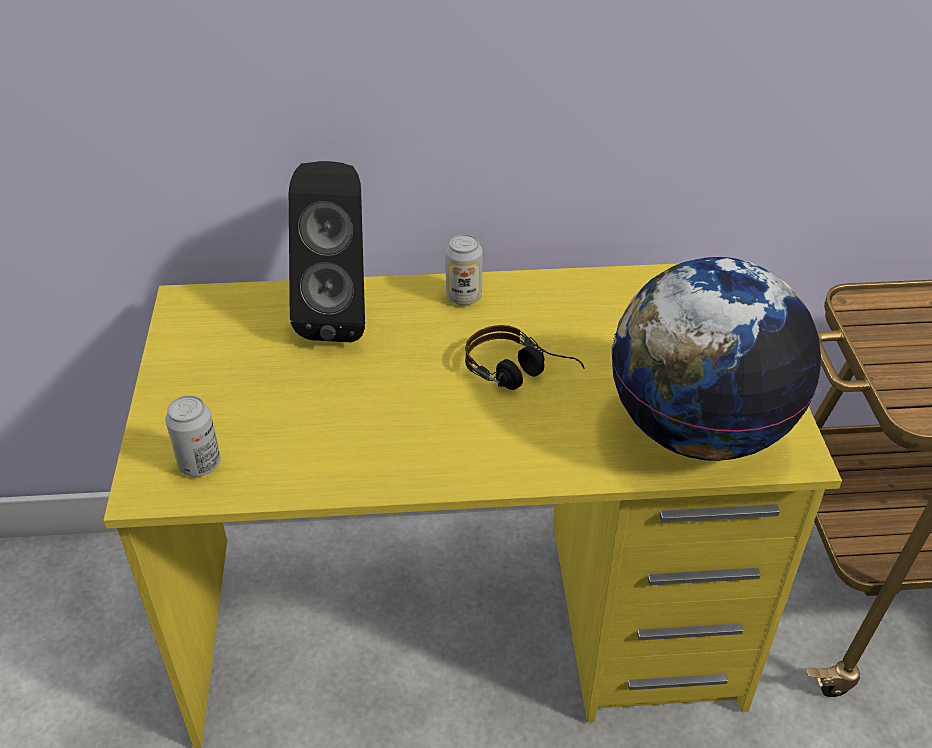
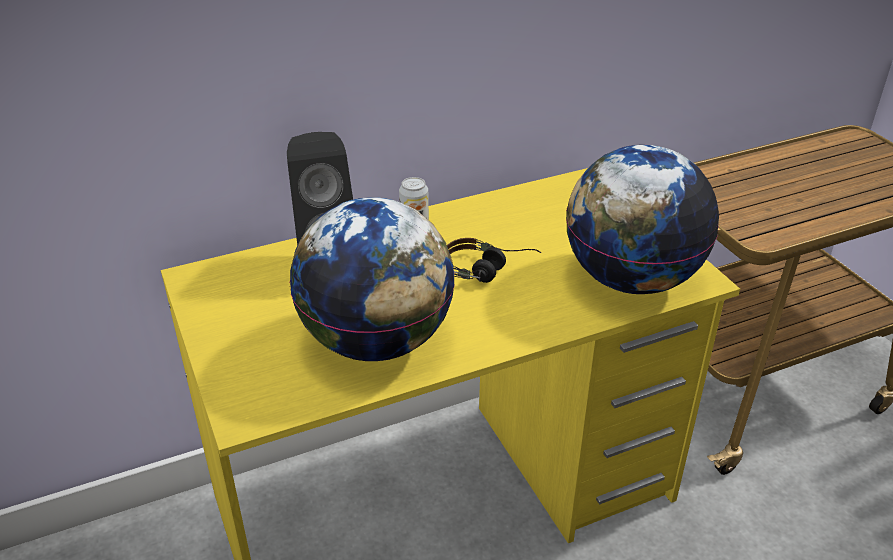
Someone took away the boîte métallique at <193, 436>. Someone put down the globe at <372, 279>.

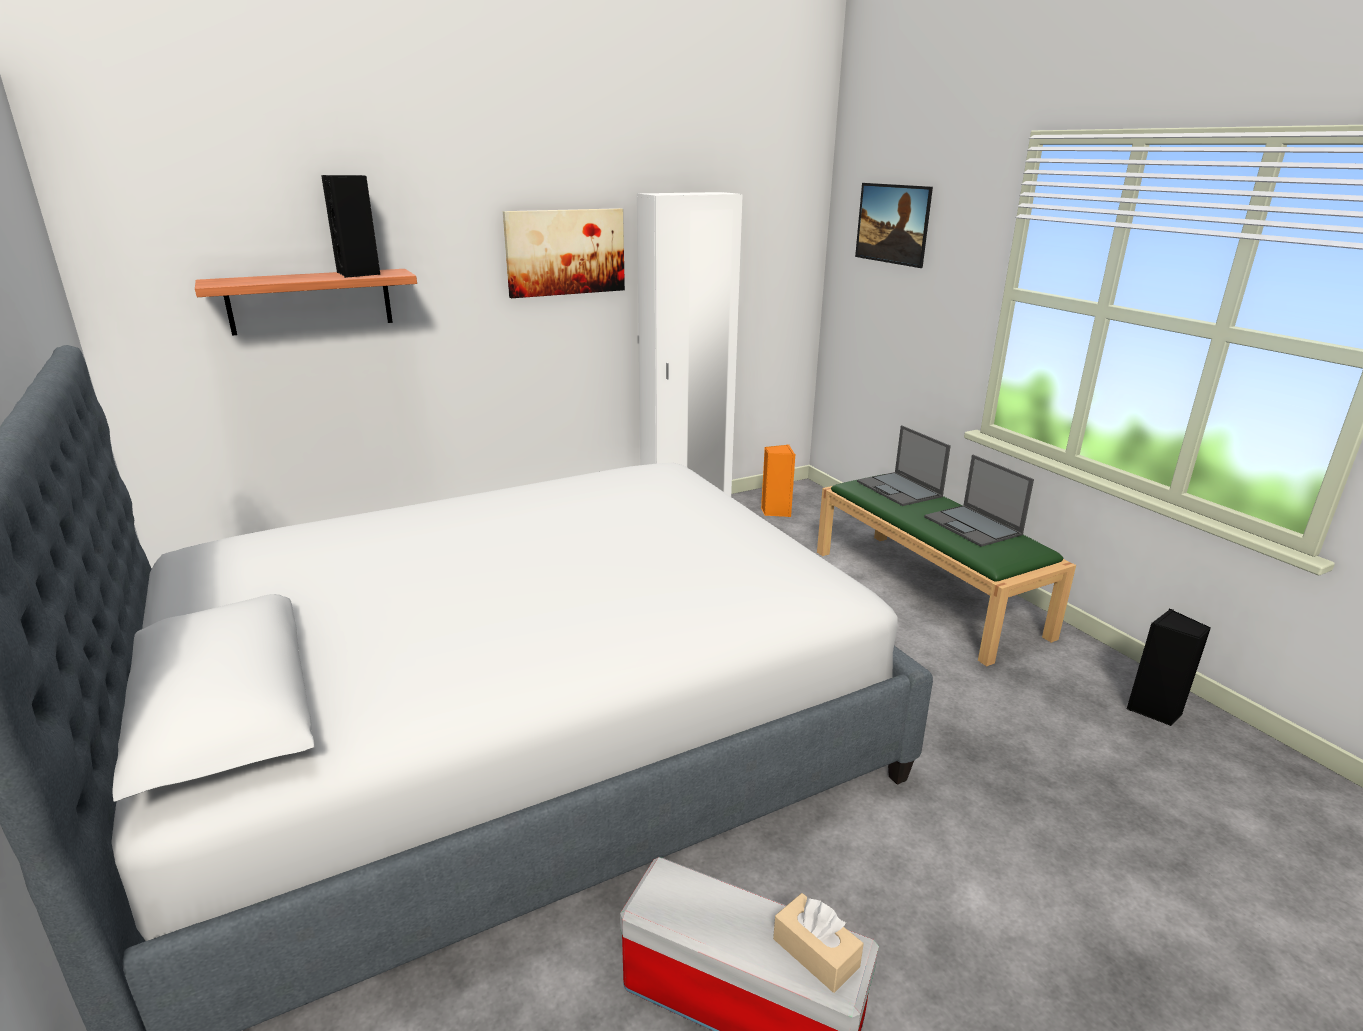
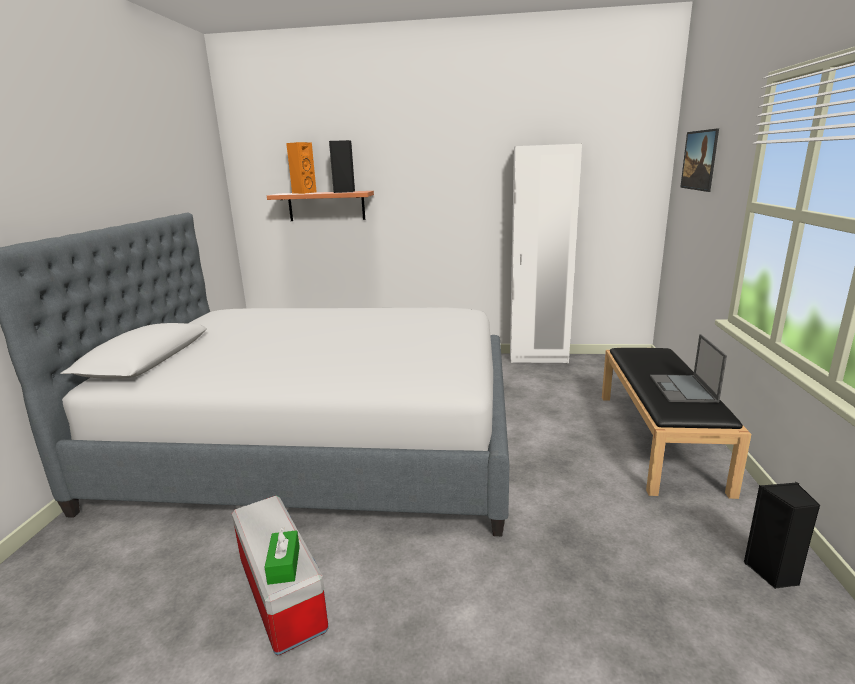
Someone took away the tableau at <564, 253>. Someone took away the ordinateur portable at <904, 465>. Someone carried the enceinte (orange) from <778, 481> to <301, 168>. Someone repainted the boîte à mouchoirs (beige) at <818, 943>, which became the boîte à mouchoirs (vert) at <282, 556>. Someone repainted the banc (vert) at <946, 570>, which became the banc (noir) at <676, 423>.

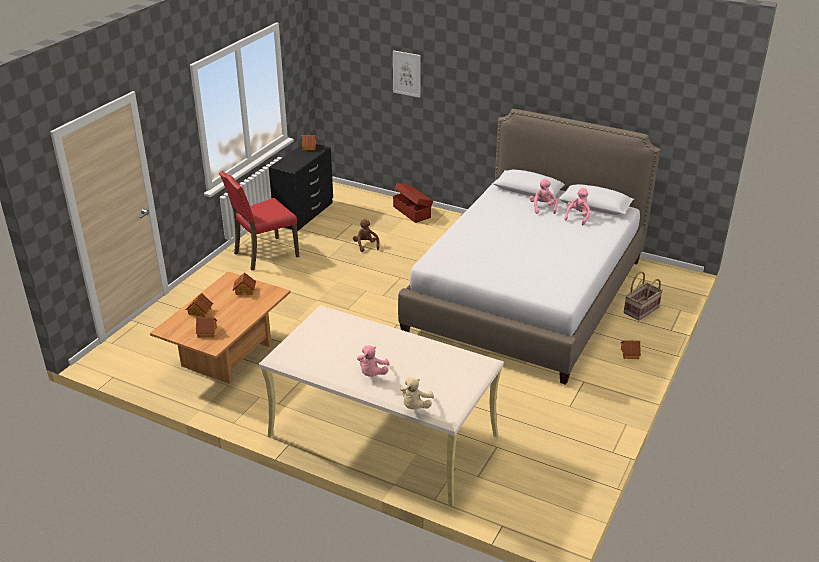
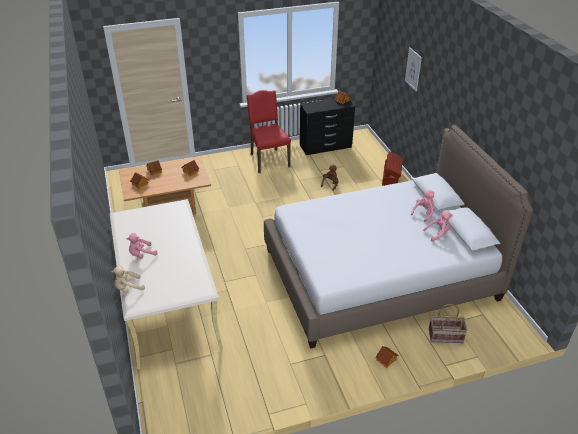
Someone rotated the chaise (rouge) at <259, 221> by 60 degrees clockwise.

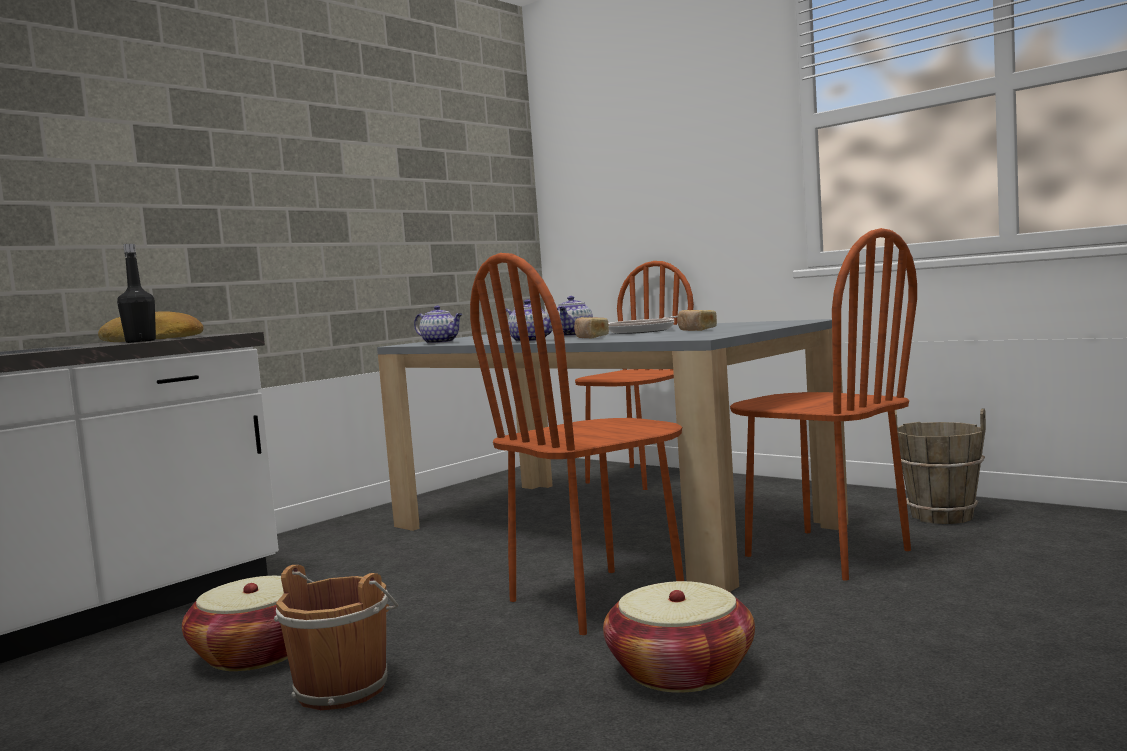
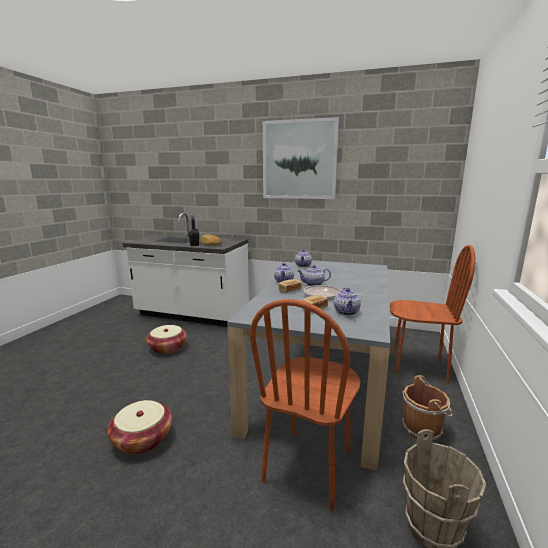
Someone took away the chaise (marron) at <577, 444>. Someone put up the tableau at <301, 158>. Someone put down the théière at <347, 302>. Someone carried the seau (marron) from <336, 637> to <427, 408>.

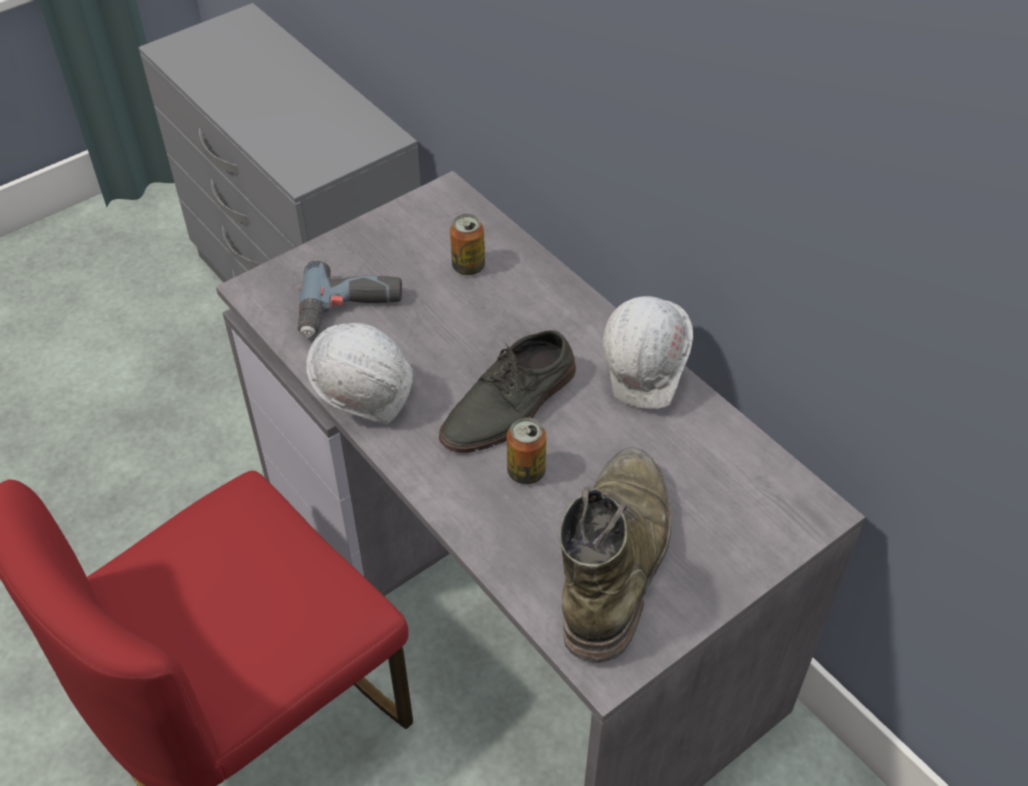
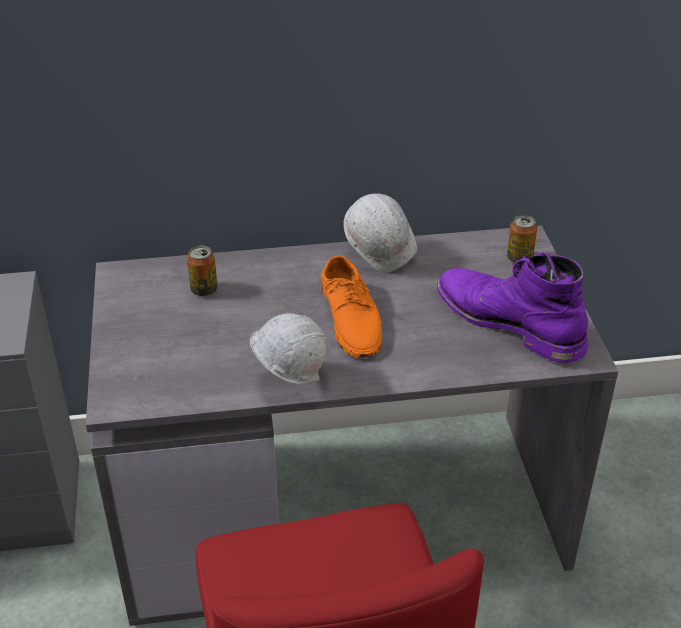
Someone took away the perceuse at <350, 299>. Someone carried the boîte métallique from <526, 450> to <522, 239>. Someone repainted the chaussure (gris) at <507, 391>, which became the chaussure (orange) at <351, 306>. Someone repainted the botte (vert) at <615, 555>, which became the botte (violet) at <512, 307>.

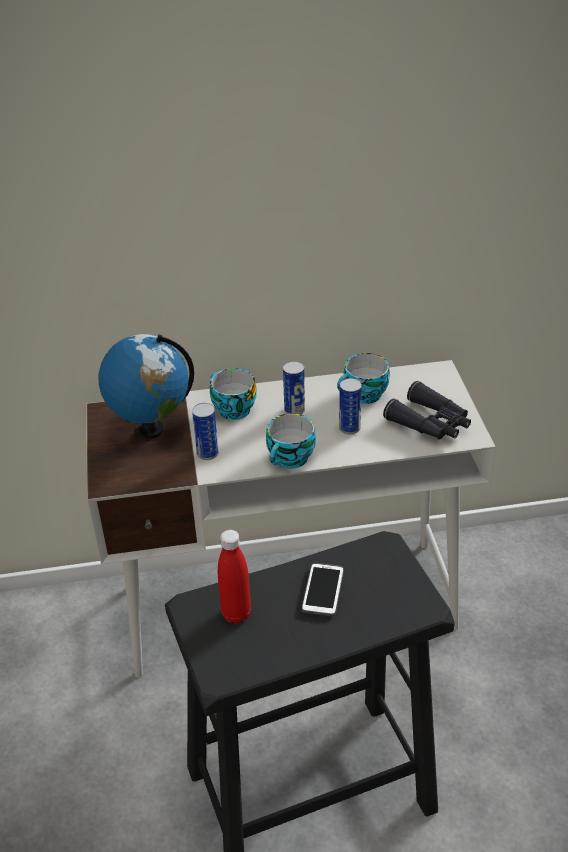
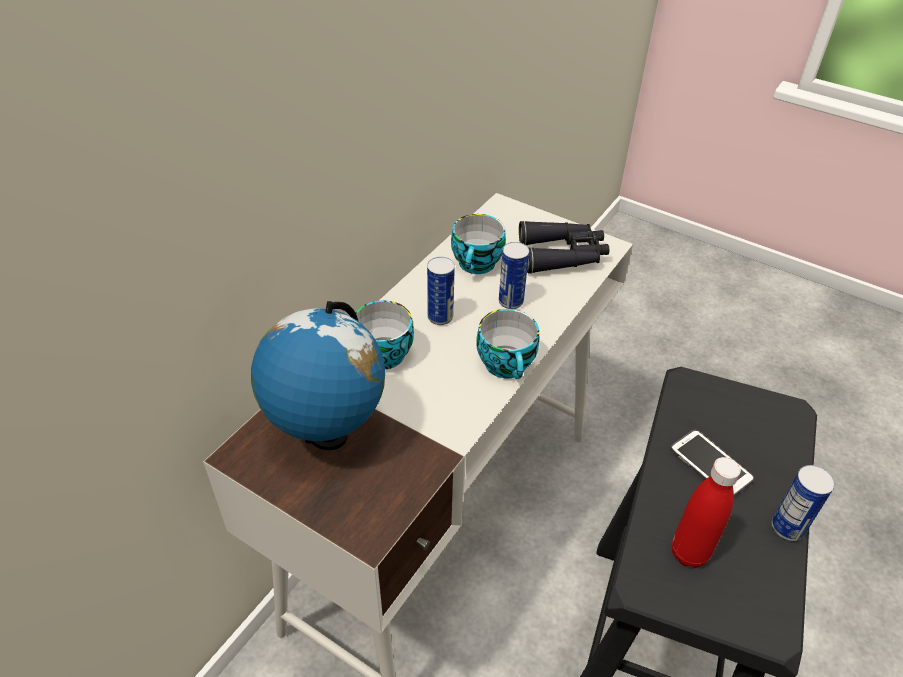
Someone carried the boîte métallique from <205, 431> to <803, 503>.

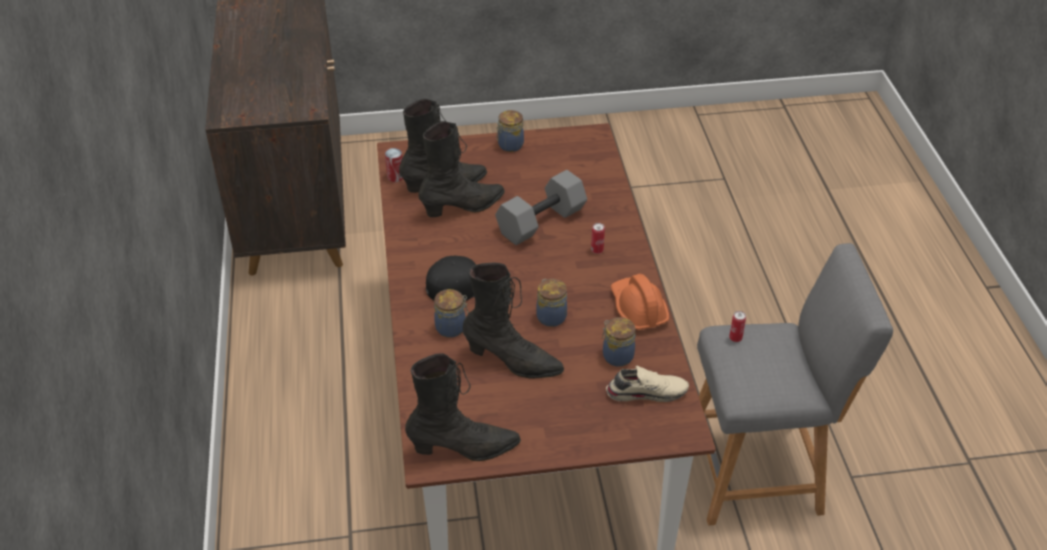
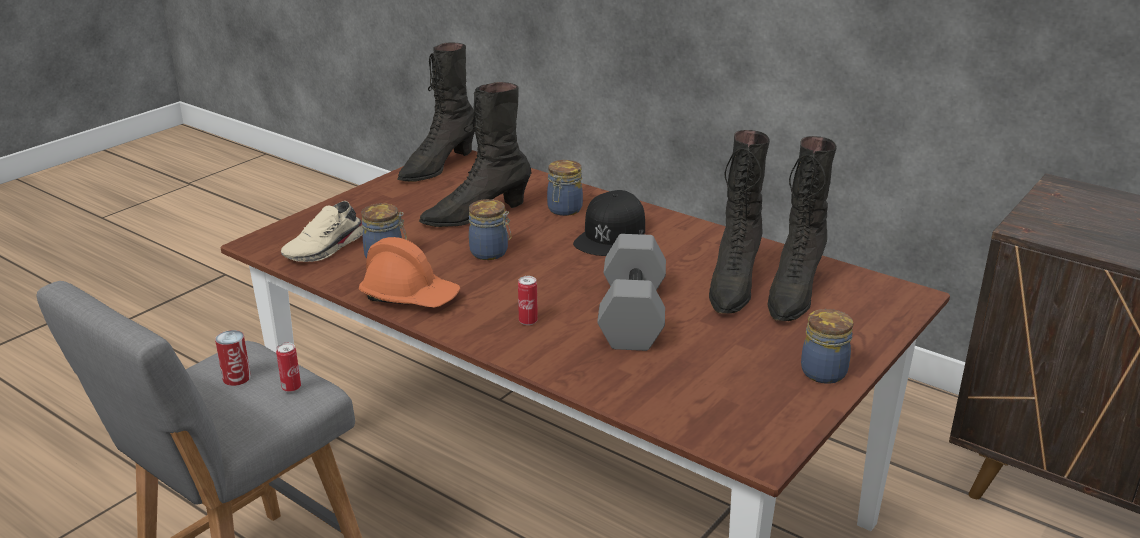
Someone carried the boîte métallique from <394, 165> to <233, 358>.

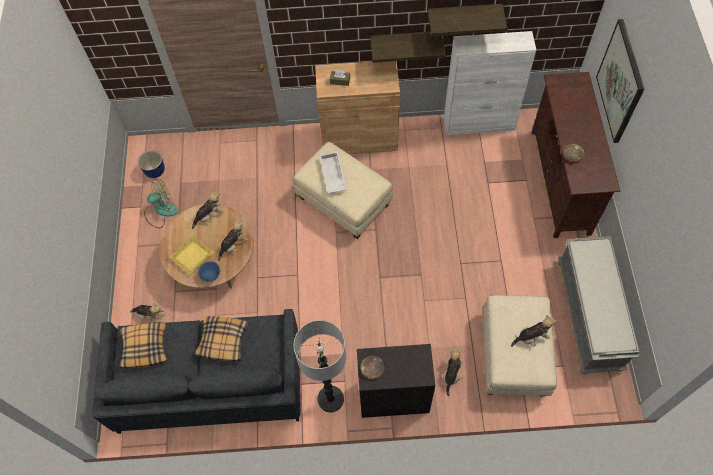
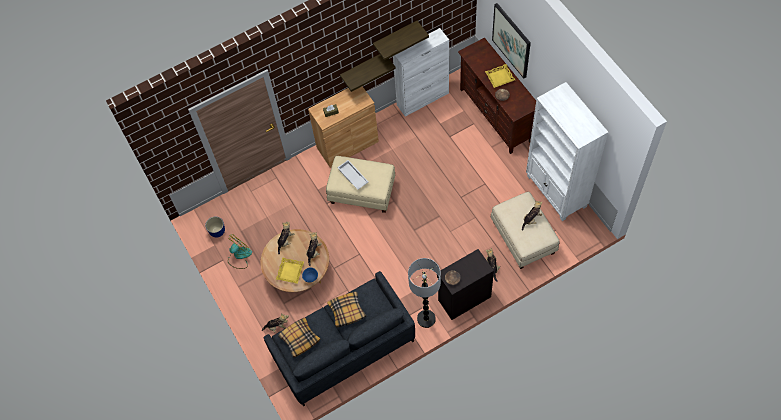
Someone put down the plateau (jaune) at <500, 76>. Someone swapped the banc (gris) at <598, 305> for the bibliothèque (blanc) at <567, 151>.

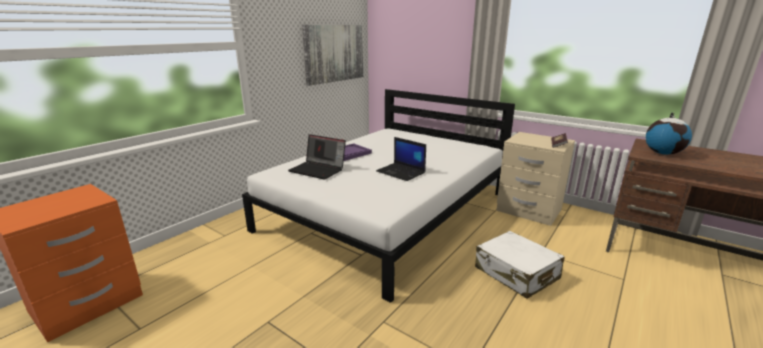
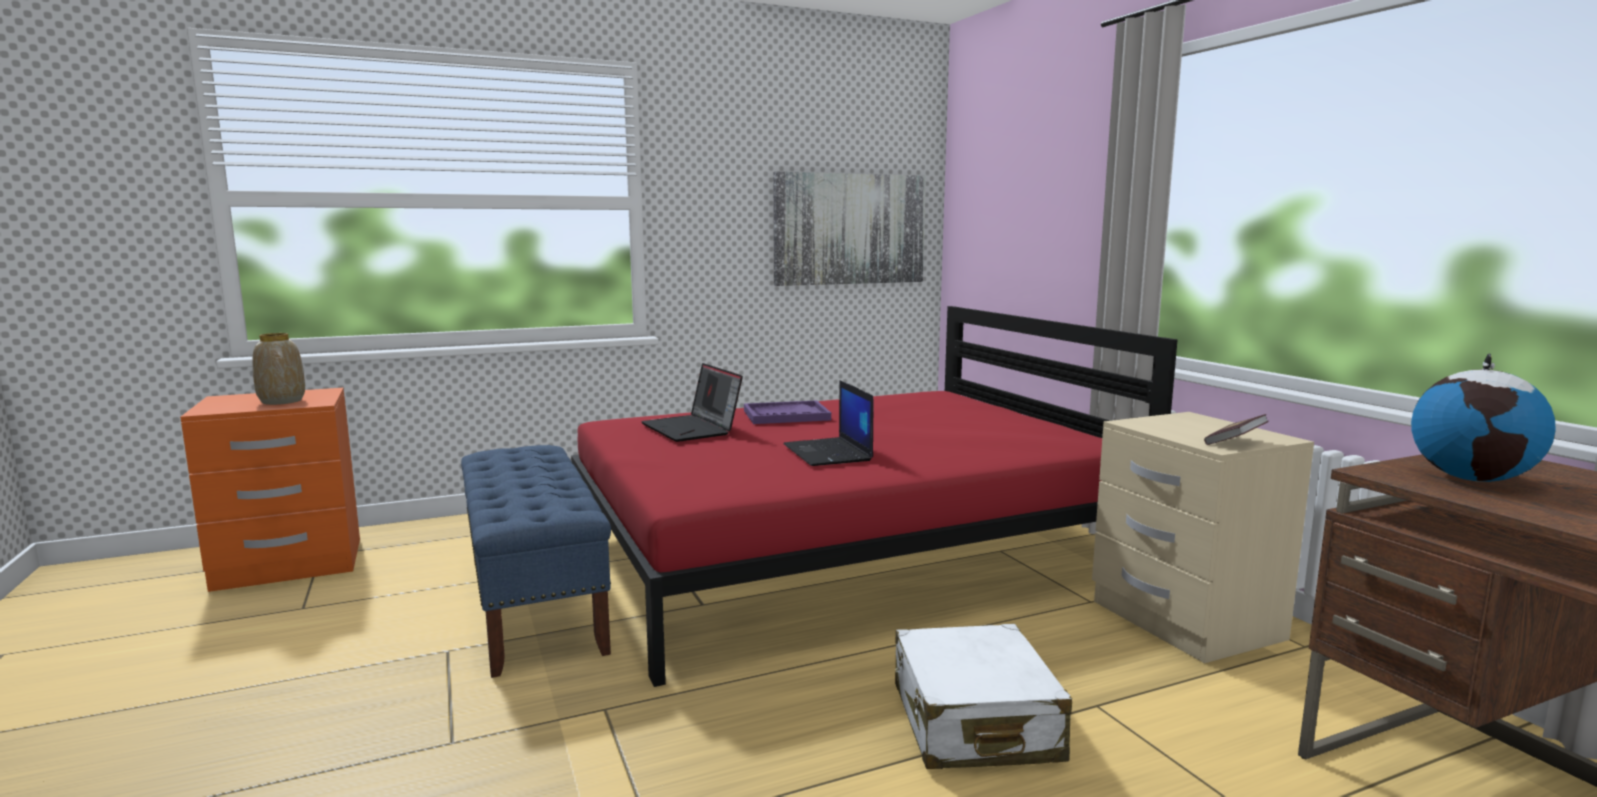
Someone put down the vase at <278, 369>. Someone put down the banc (bleu) at <536, 561>. Someone repainted the lit (blanc) at <378, 196>, which became the lit (rouge) at <874, 496>.

